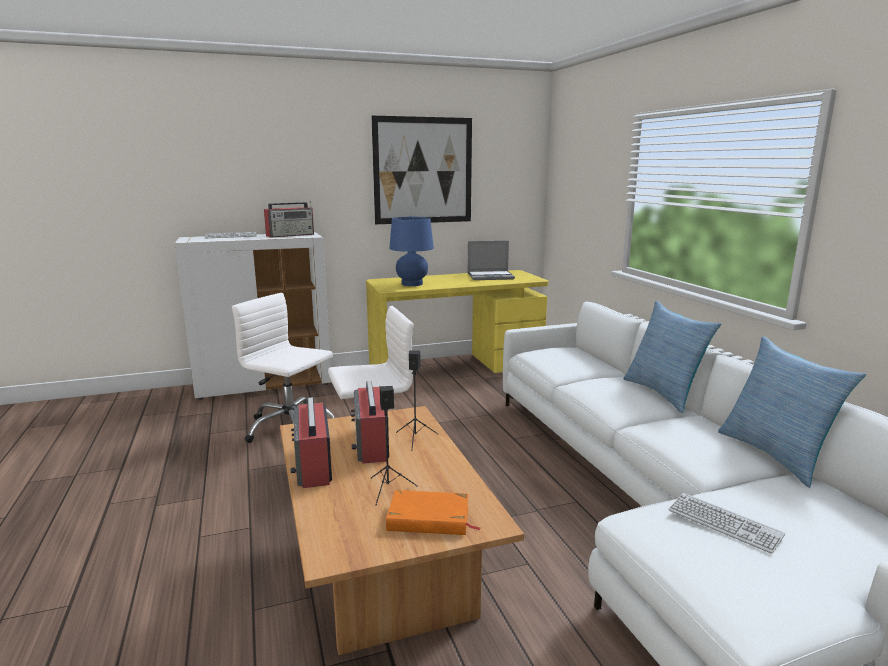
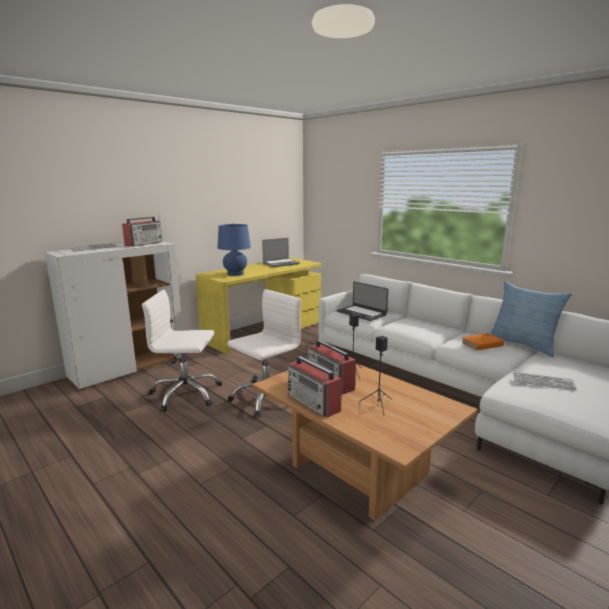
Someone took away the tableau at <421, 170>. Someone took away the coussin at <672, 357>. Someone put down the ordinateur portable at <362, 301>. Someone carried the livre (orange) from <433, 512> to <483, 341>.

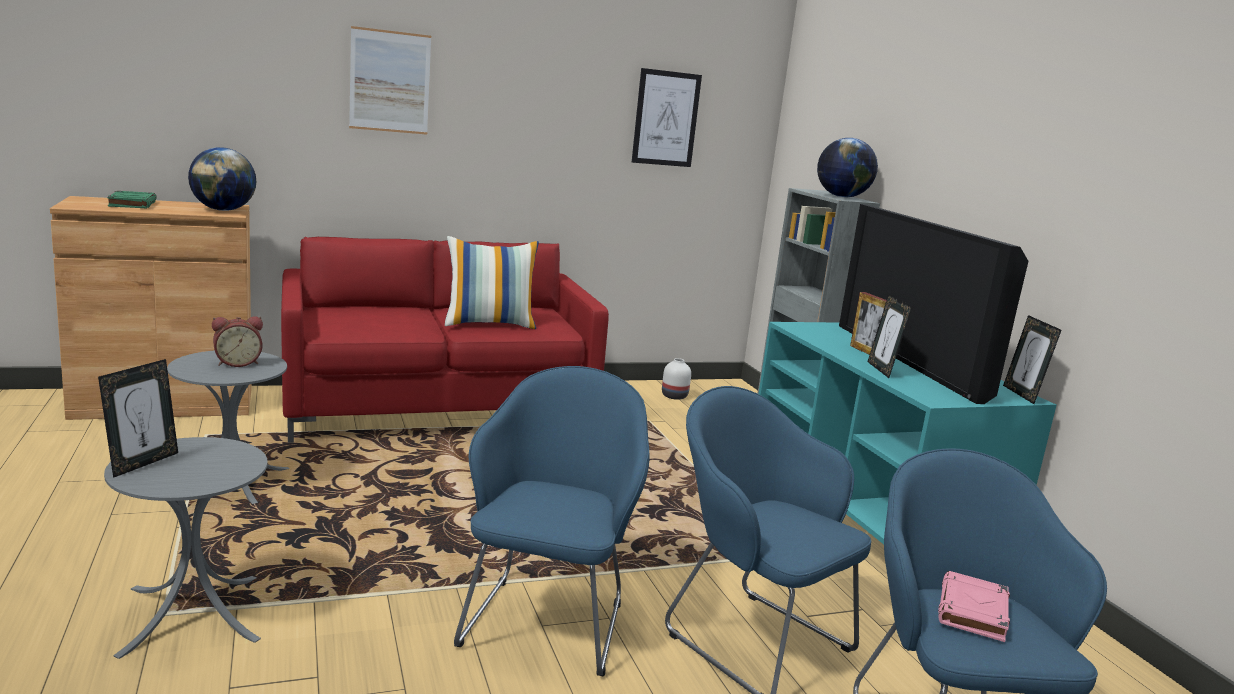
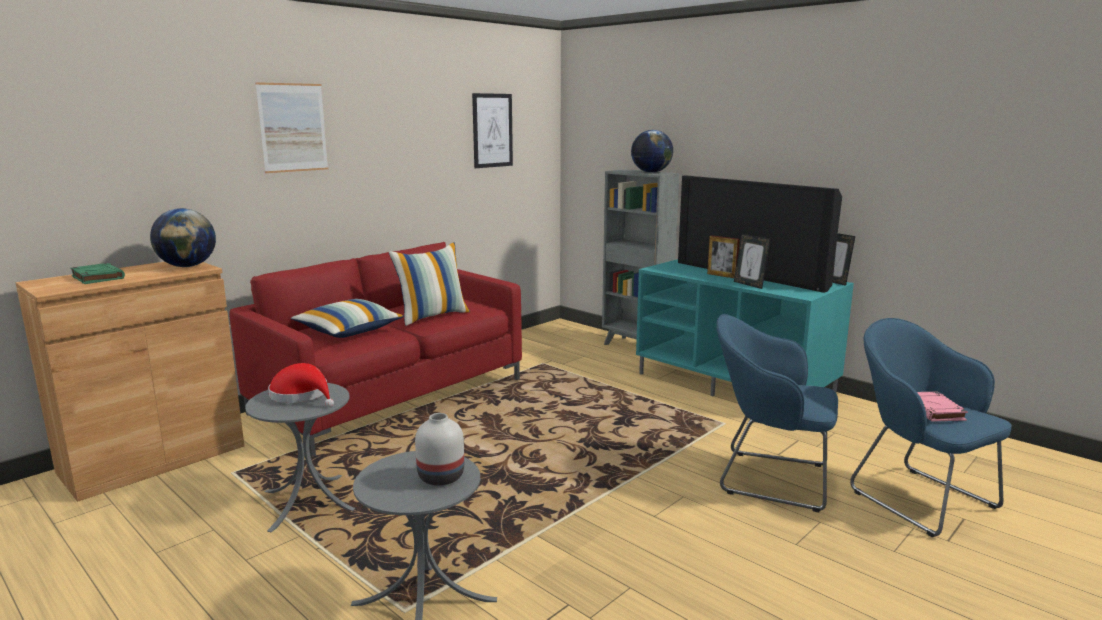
Someone took away the cadre photo at <138, 418>. Someone took away the fauteuil (bleu) at <551, 521>. Someone put down the coussin at <347, 318>. Someone carried the vase (blanc) from <676, 379> to <439, 449>. Someone swapped the réveil at <237, 341> for the chapeau (rouge) at <301, 385>.

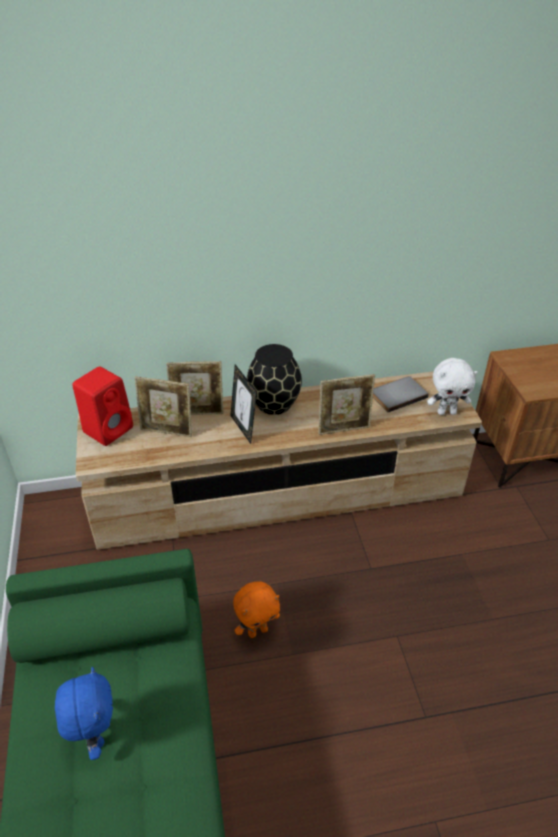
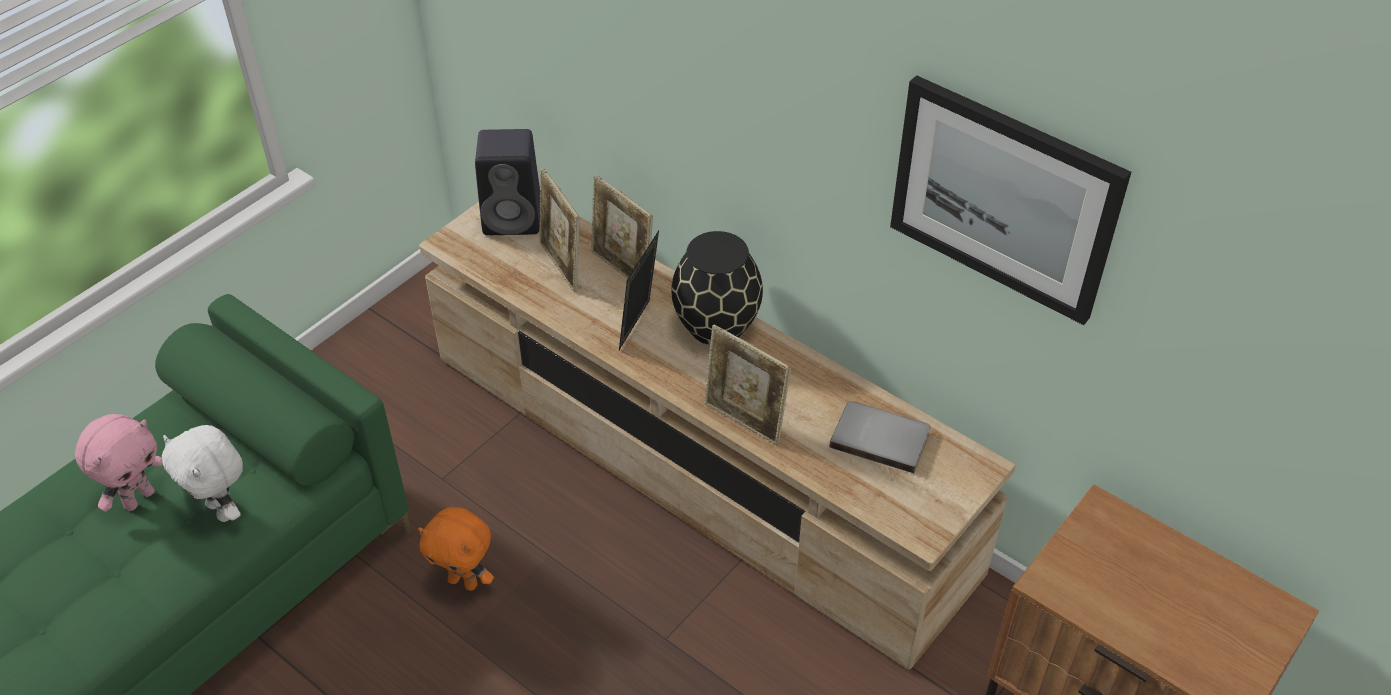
Someone put up the tableau at <1010, 200>. Someone carried the peluche (blanc) from <452, 386> to <202, 473>. Someone repainted the peluche (bleu) at <84, 713>, which became the peluche (rose) at <119, 463>. Someone repainted the enceinte (rouge) at <102, 406>, which became the enceinte (noir) at <507, 182>.

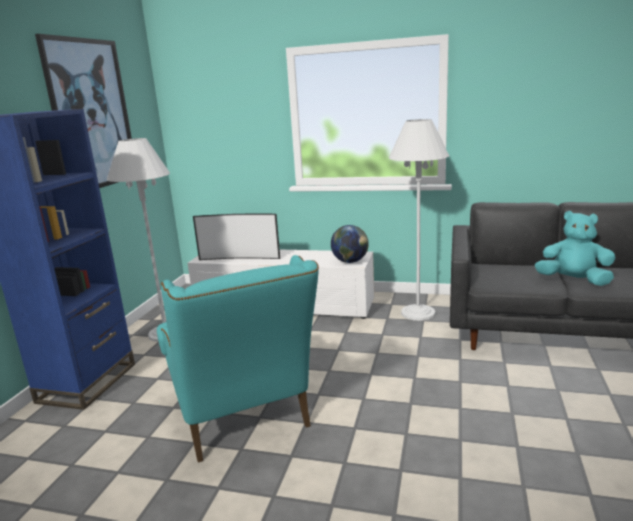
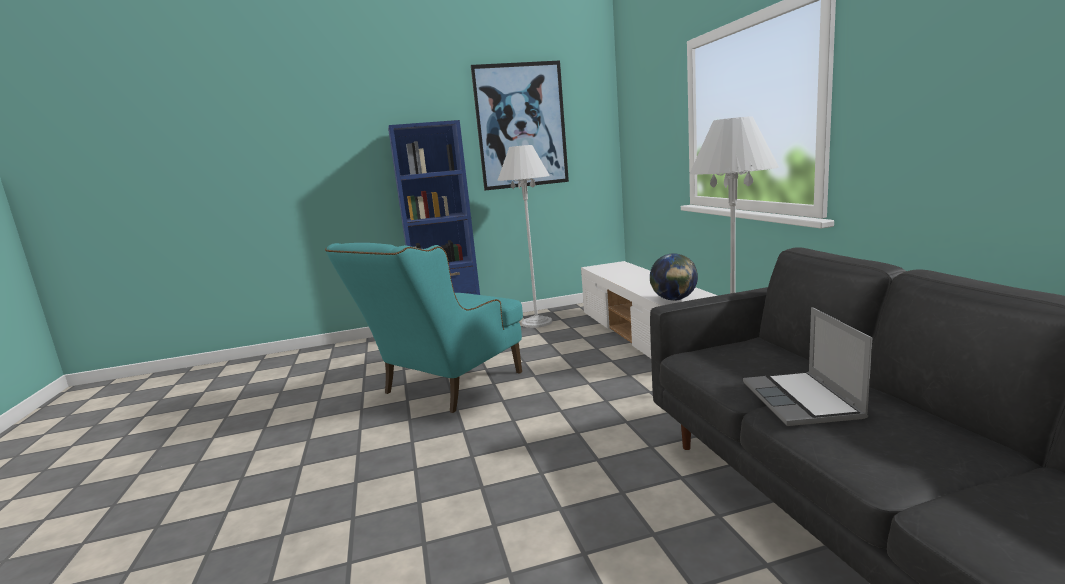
Someone took away the téléviseur at <236, 237>. Someone swapped the peluche (turquoise) at <575, 248> for the ordinateur portable at <807, 366>.

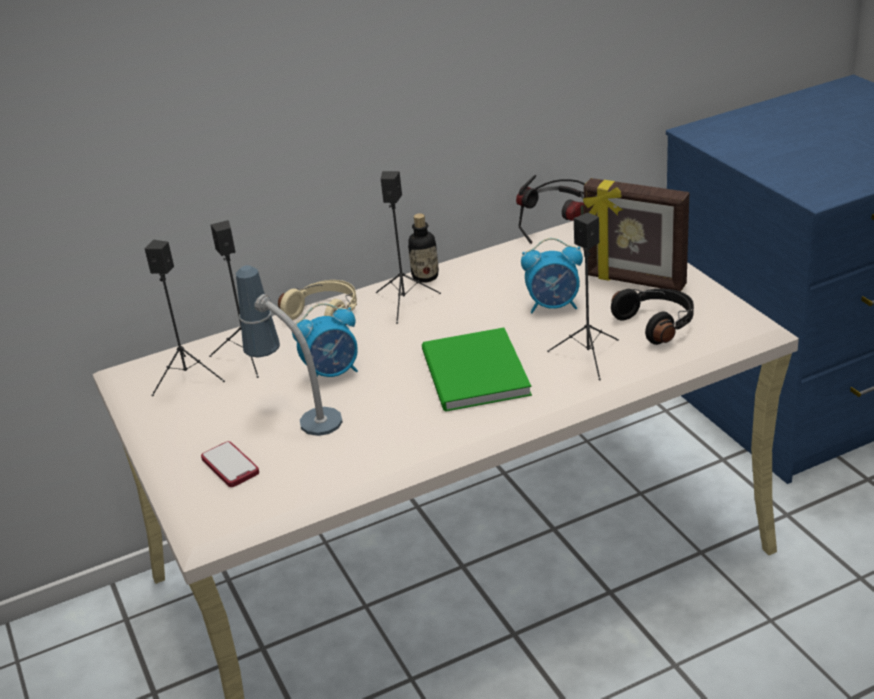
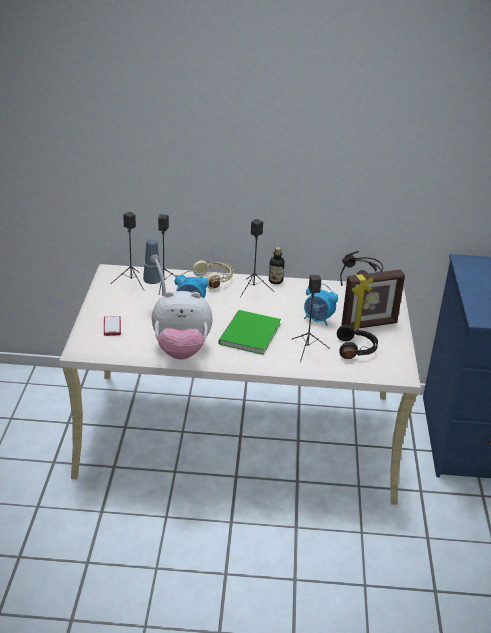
Someone put down the peluche at <182, 325>. Someone rotated the cadre photo at <636, 235> by 75 degrees counterclockwise.

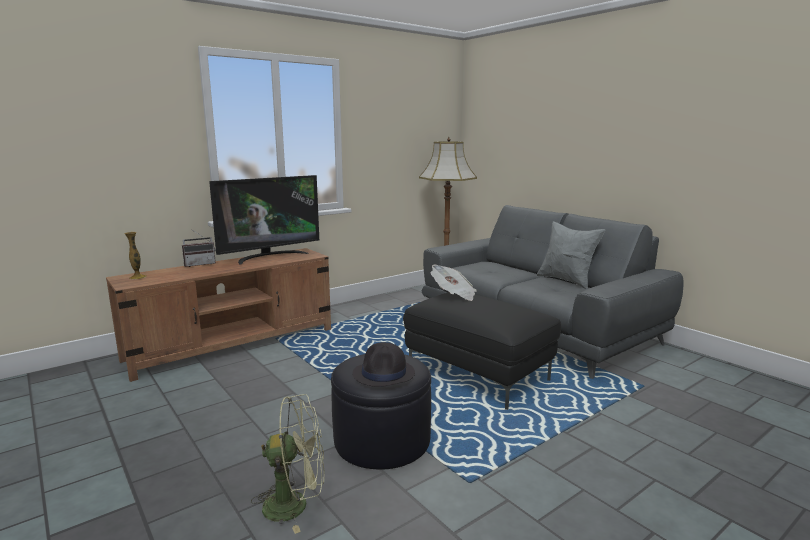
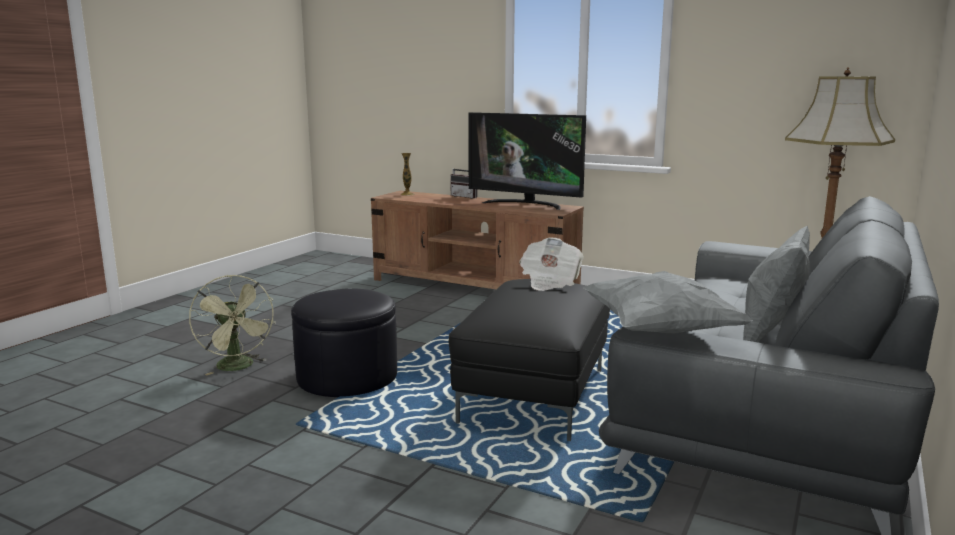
Someone took away the chapeau (noir) at <383, 364>. Someone put down the coussin (gris) at <668, 302>.

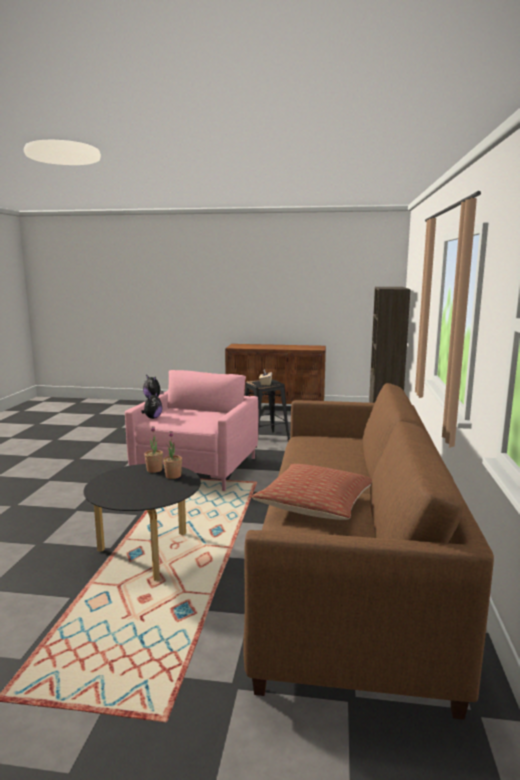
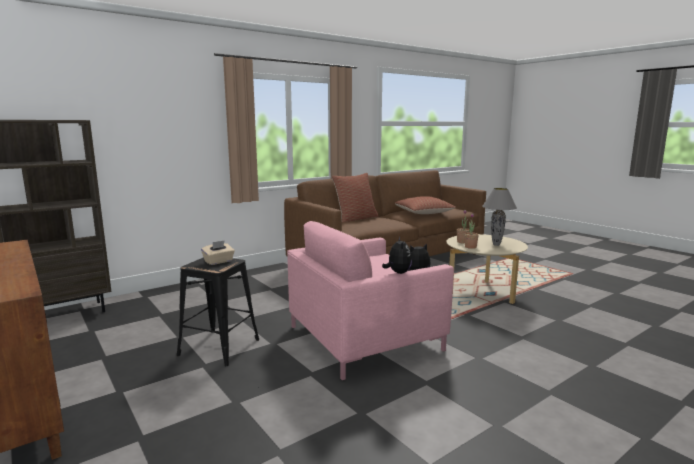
Someone put down the coussin at <355, 197>. Someone put down the lampe de table (gris) at <499, 217>. Someone repainted the table basse (noir) at <142, 522>, which became the table basse (beige) at <487, 269>.

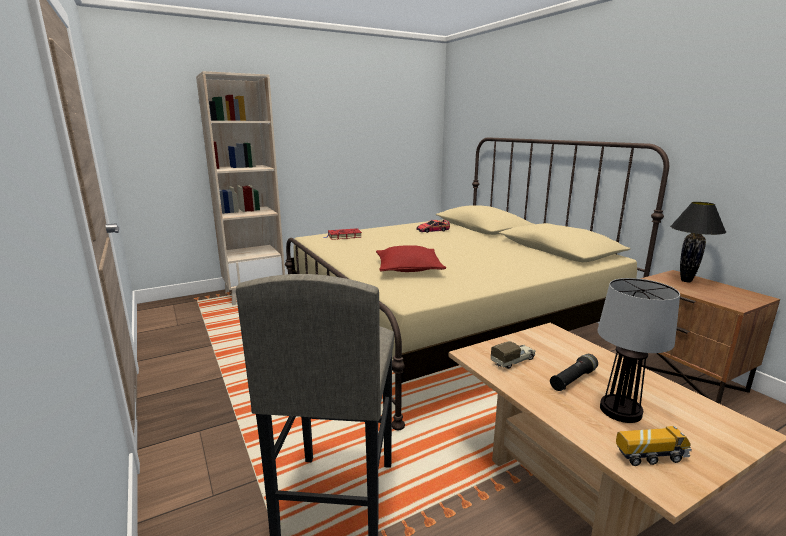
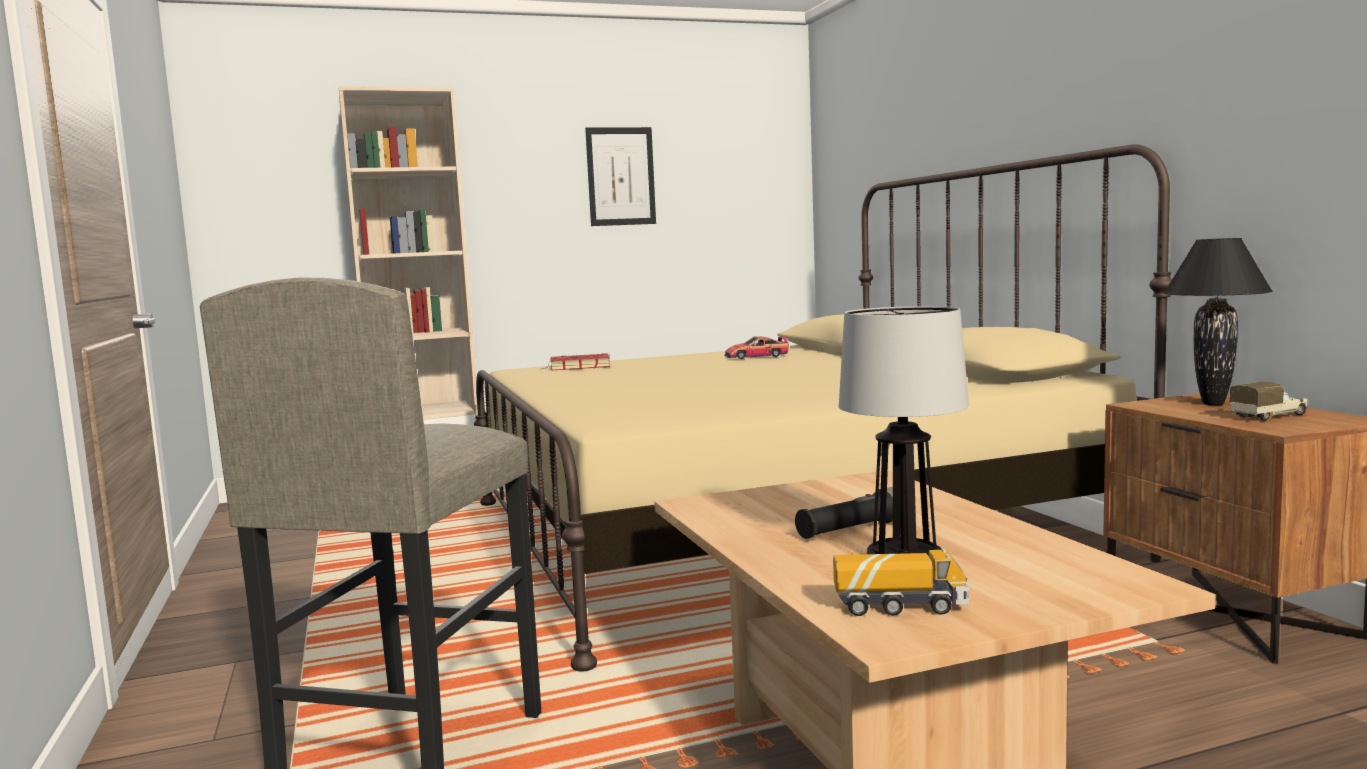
Someone took away the coussin (rouge) at <411, 258>. Someone put up the tableau at <620, 176>. Someone carried the camion jouet from <513, 355> to <1269, 401>.

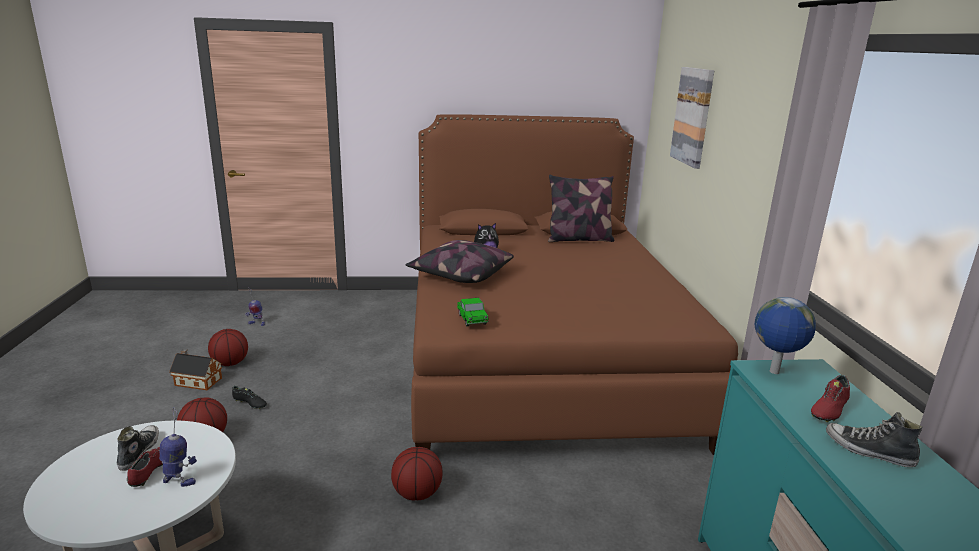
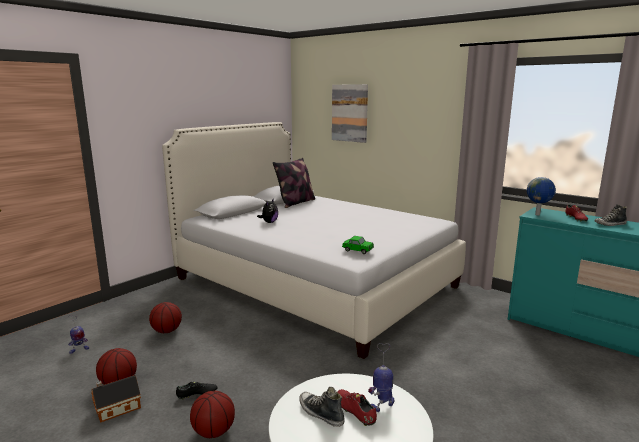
Someone took away the coussin at <459, 261>. Someone carried the ballon de basket from <416, 473> to <165, 317>. Someone repainted the lit (marron) at <574, 284>, which became the lit (blanc) at <314, 240>.

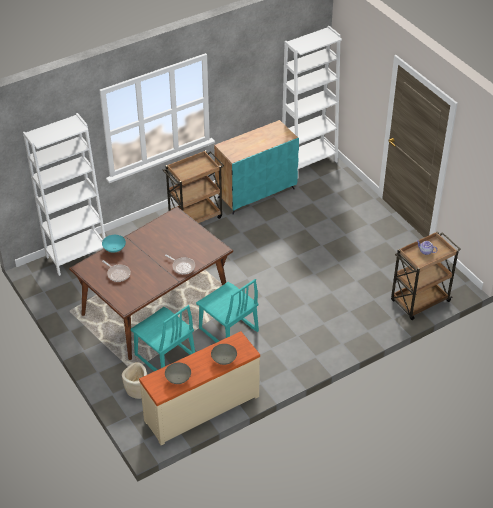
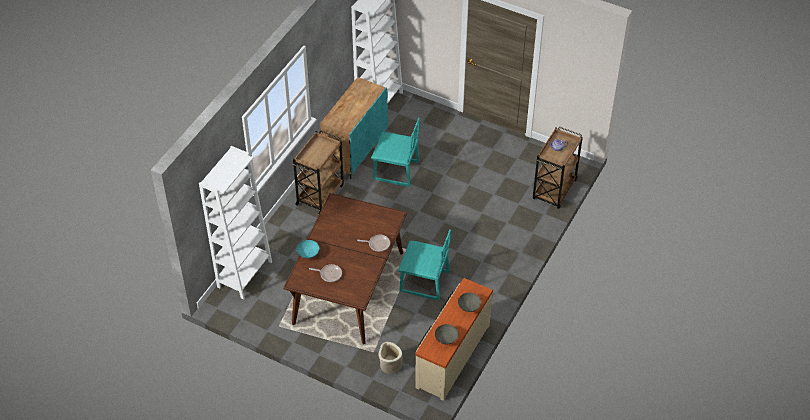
Someone carried the chaise (turquoise) from <163, 338> to <395, 152>.

